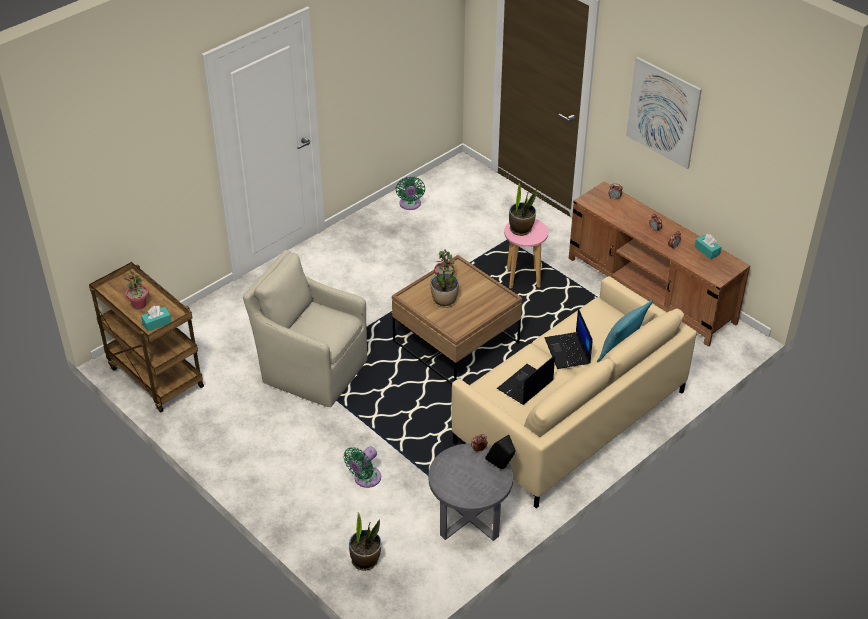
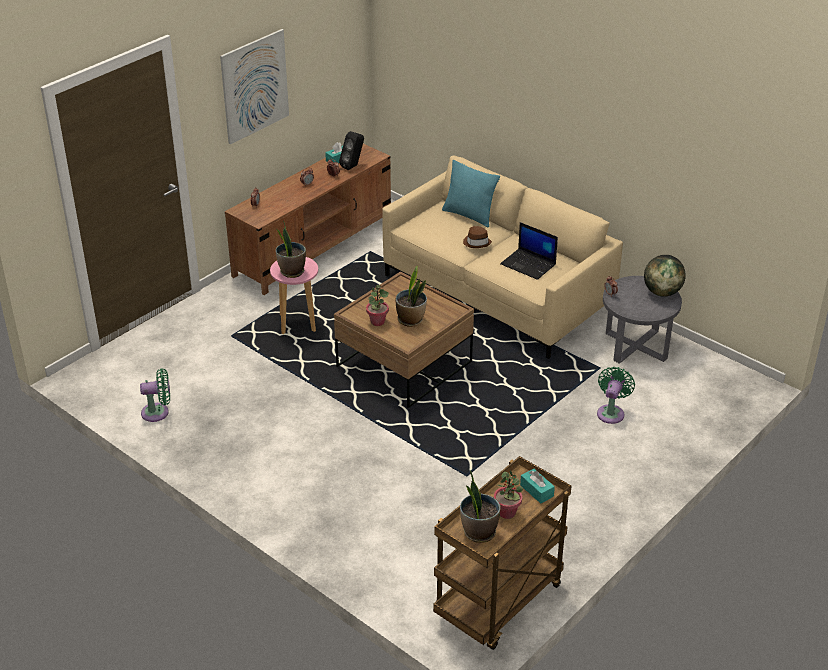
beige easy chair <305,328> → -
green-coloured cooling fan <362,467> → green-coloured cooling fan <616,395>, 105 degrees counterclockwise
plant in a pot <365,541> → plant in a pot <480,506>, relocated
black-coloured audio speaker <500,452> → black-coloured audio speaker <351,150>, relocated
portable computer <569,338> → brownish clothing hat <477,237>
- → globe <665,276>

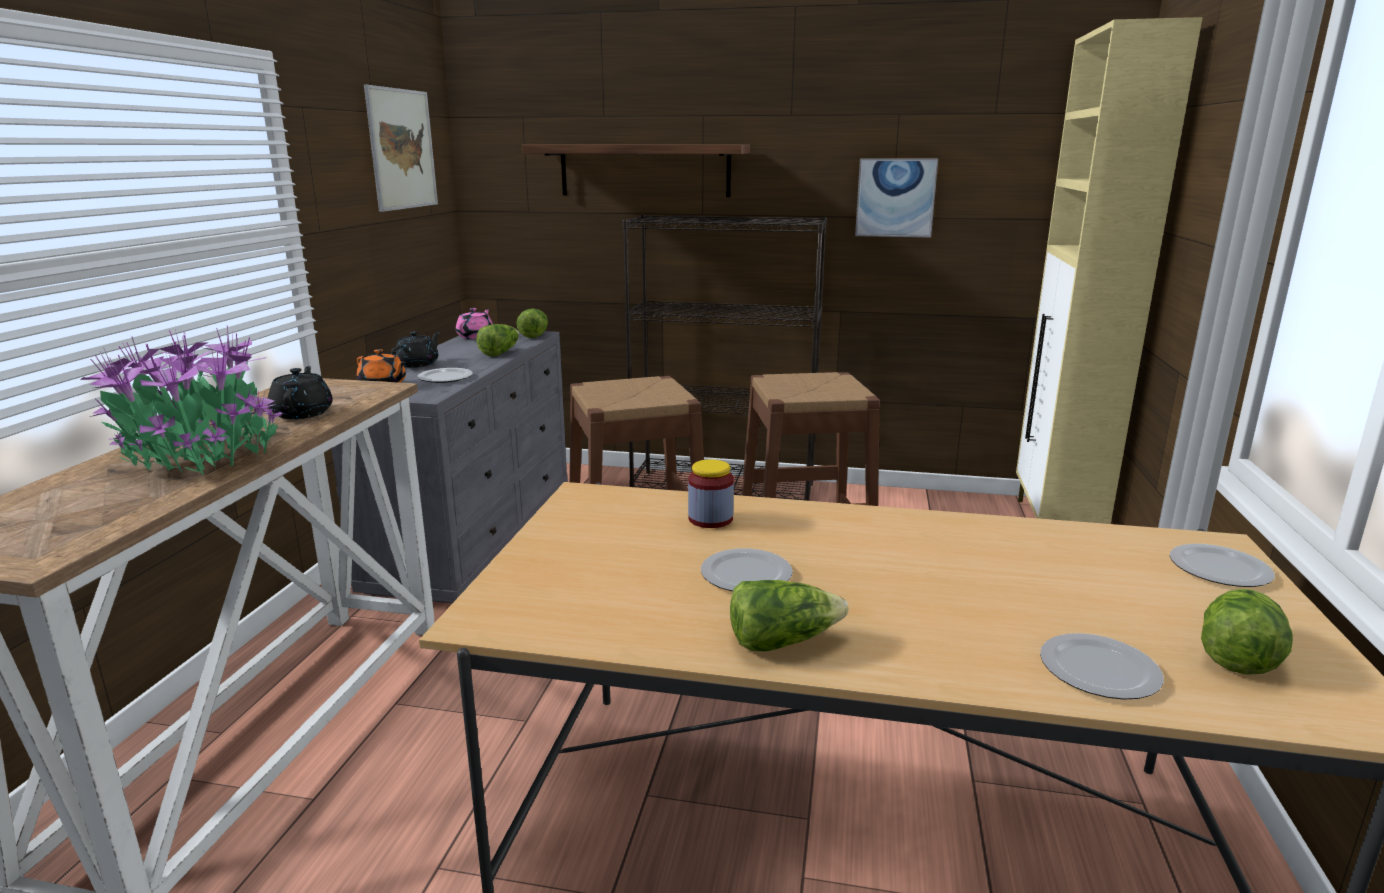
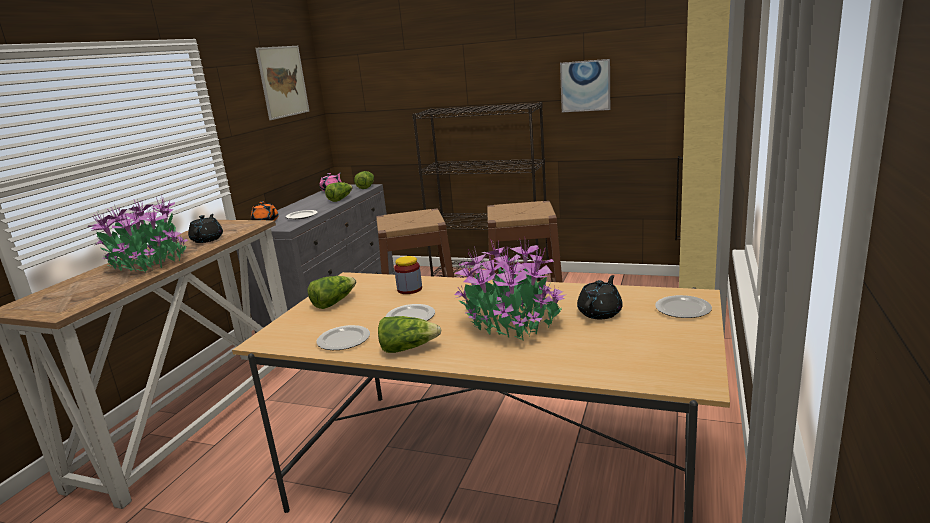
black-coloured tea pot <415,350> → black-coloured tea pot <600,297>, relocated
shelf <636,170> → -
dinner plate <1102,666> → dinner plate <343,337>, relocated
lettuce head <1247,632> → lettuce head <331,292>, relocated
- → plant in a pot <509,291>

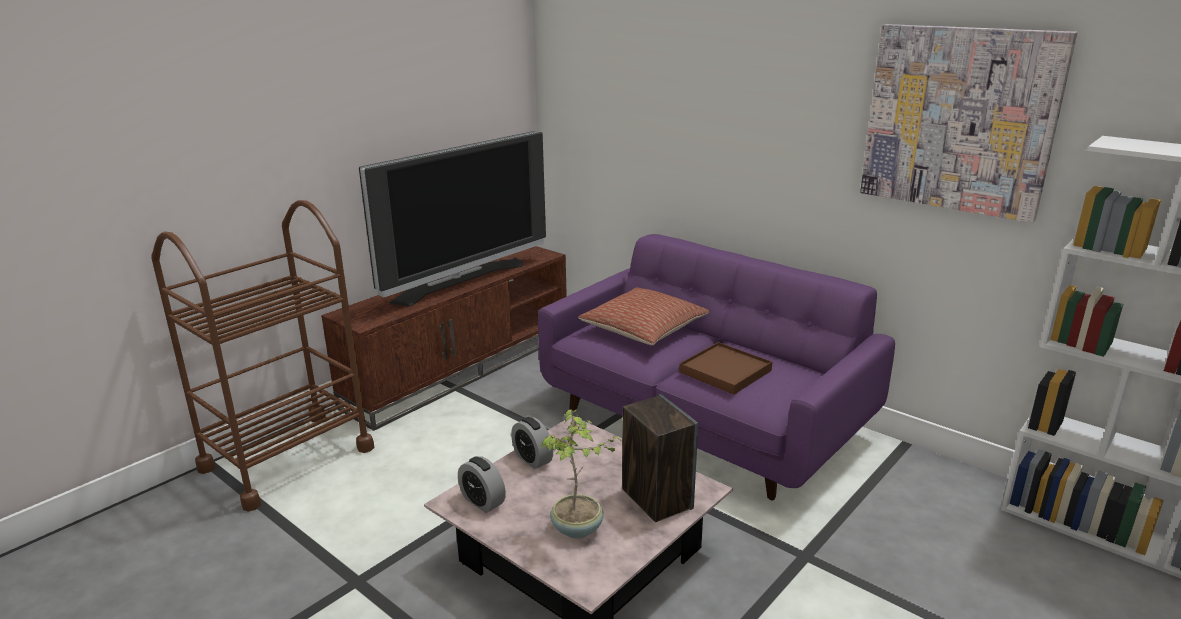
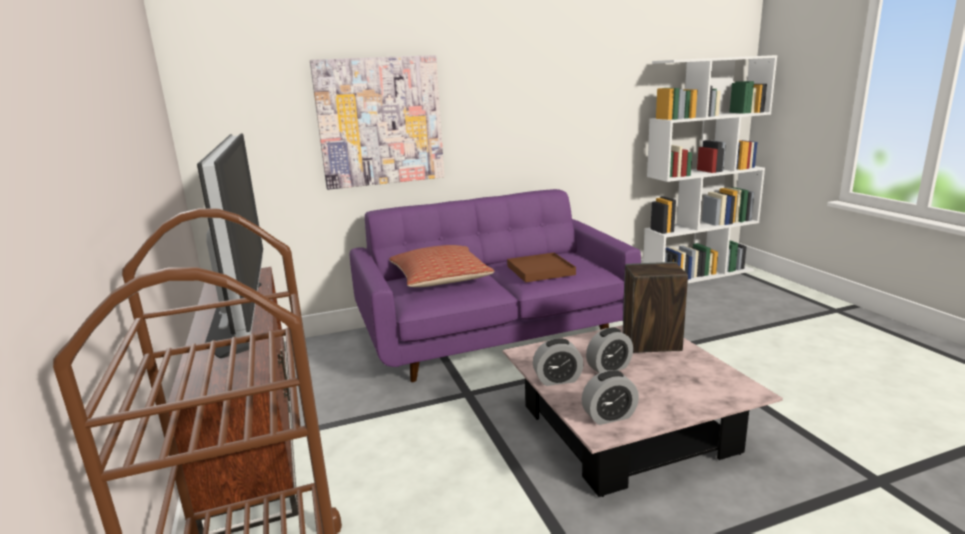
plant in a pot <580,473> → -
picture <968,123> → picture <377,122>, relocated
- → alarm clock <609,350>

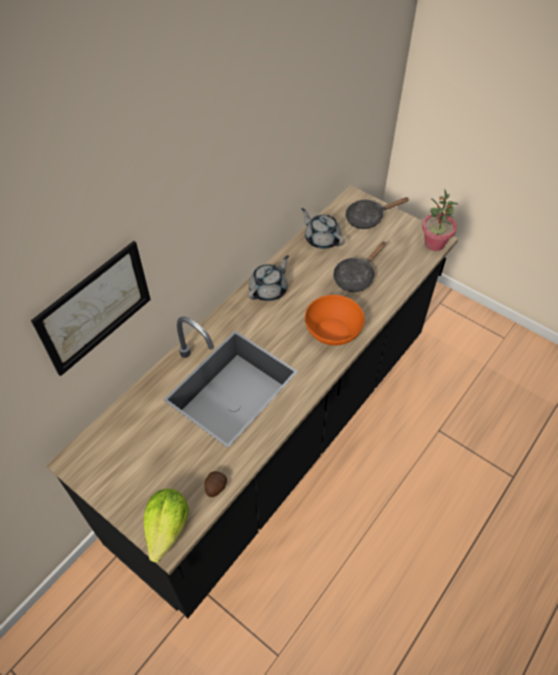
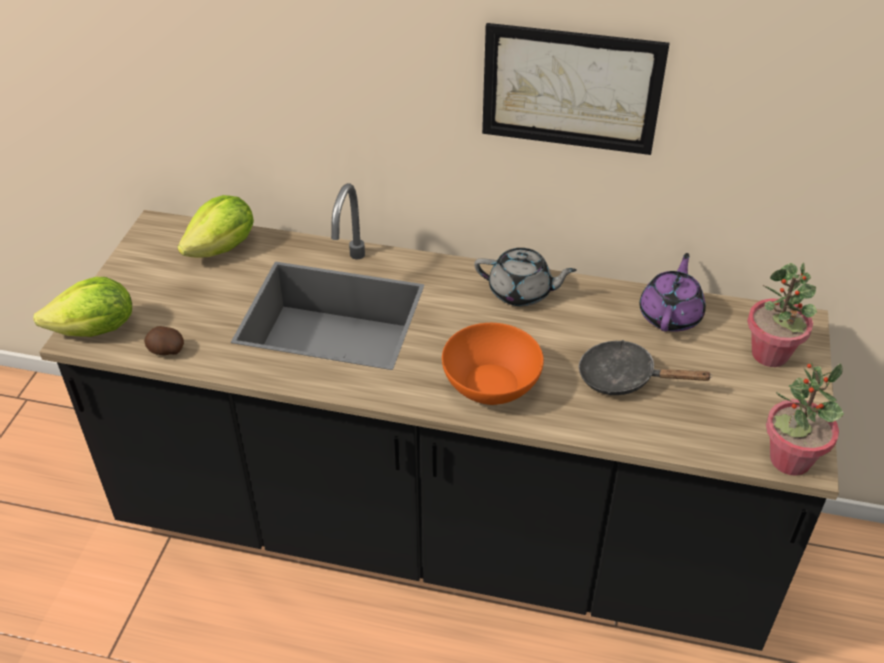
picture <91,308> → picture <576,89>, relocated
gray tea pot <323,228> → purple tea pot <673,292>
black-coloured skillet <377,213> → plant in a pot <782,314>
- → lettuce head <215,226>

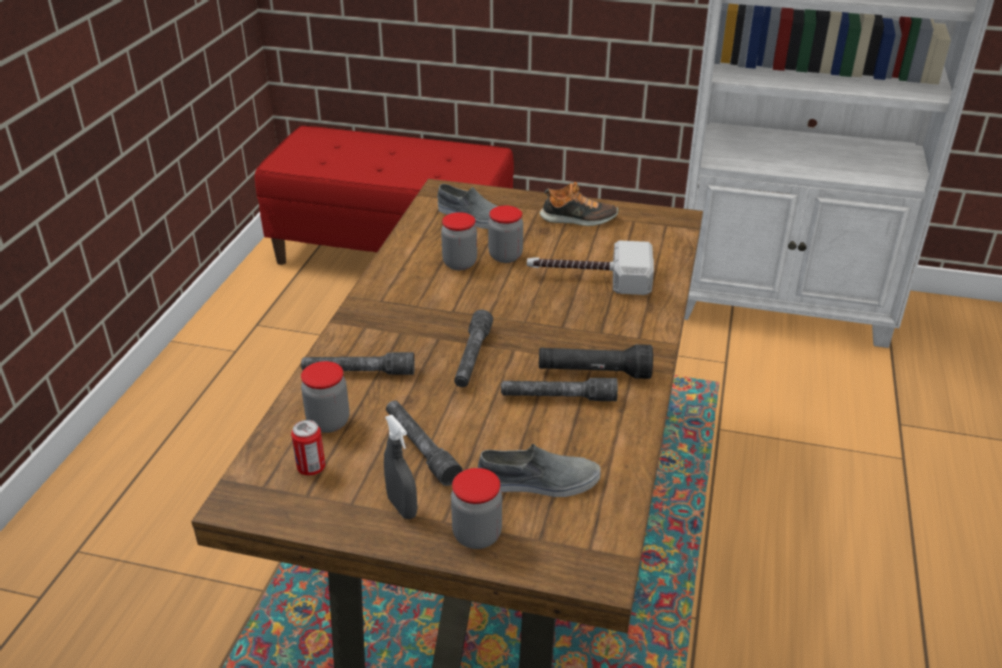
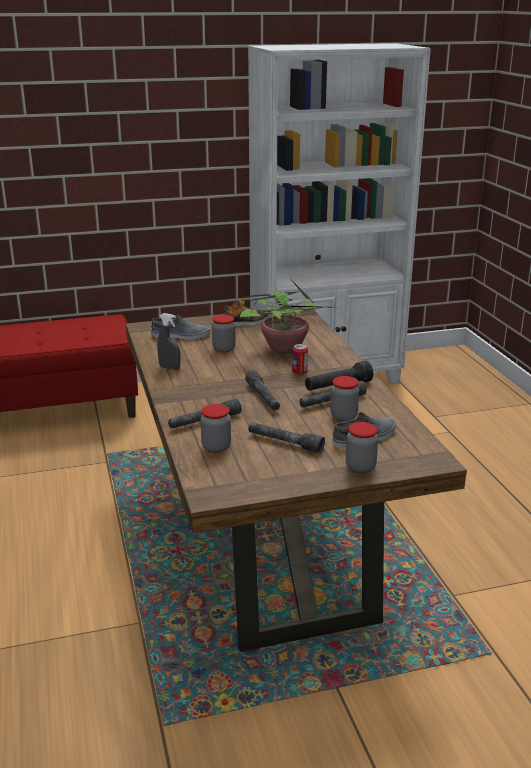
sealed can <308,448> → sealed can <300,359>, relocated
gray hand sprayer <401,467> → gray hand sprayer <169,341>, relocated
jar <459,241> → jar <344,399>, relocated
hammer <590,267> → plant in a pot <291,317>

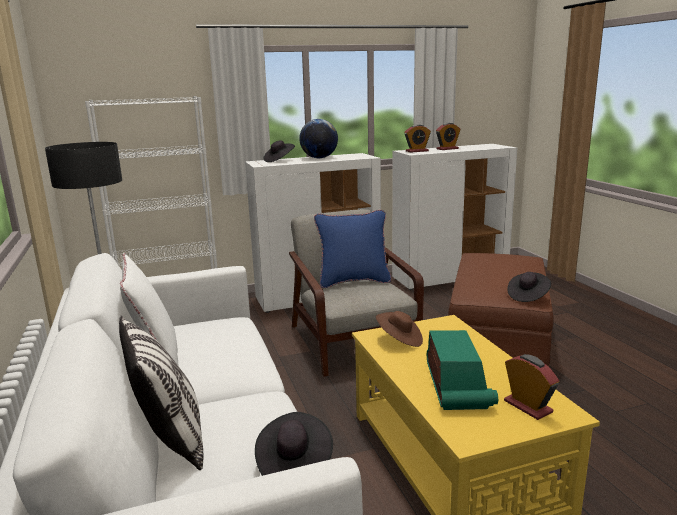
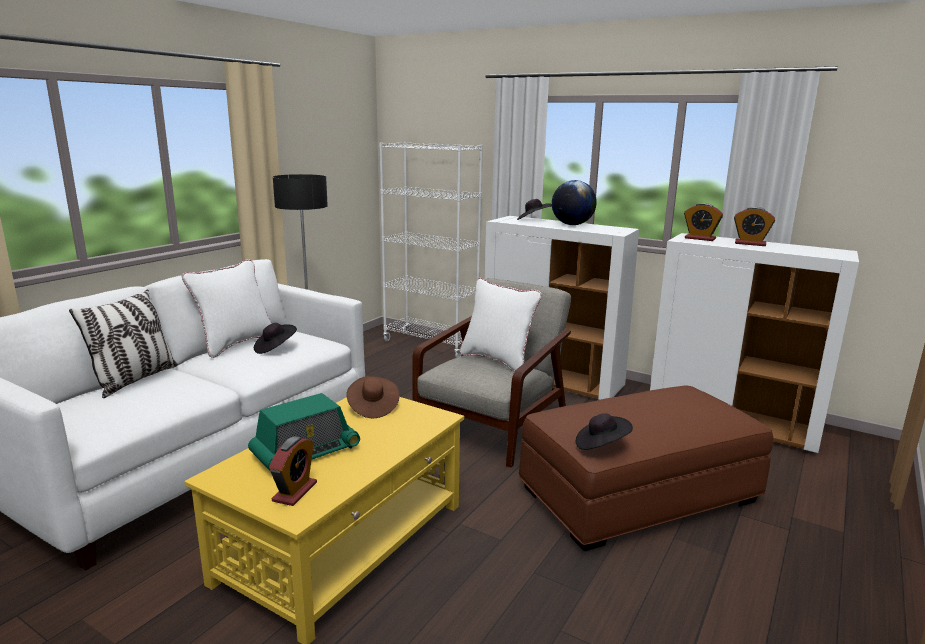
black-coloured clothing hat <294,444> → black-coloured clothing hat <275,338>, relocated
blue-coloured throw pillow <352,249> → white throw pillow <501,325>

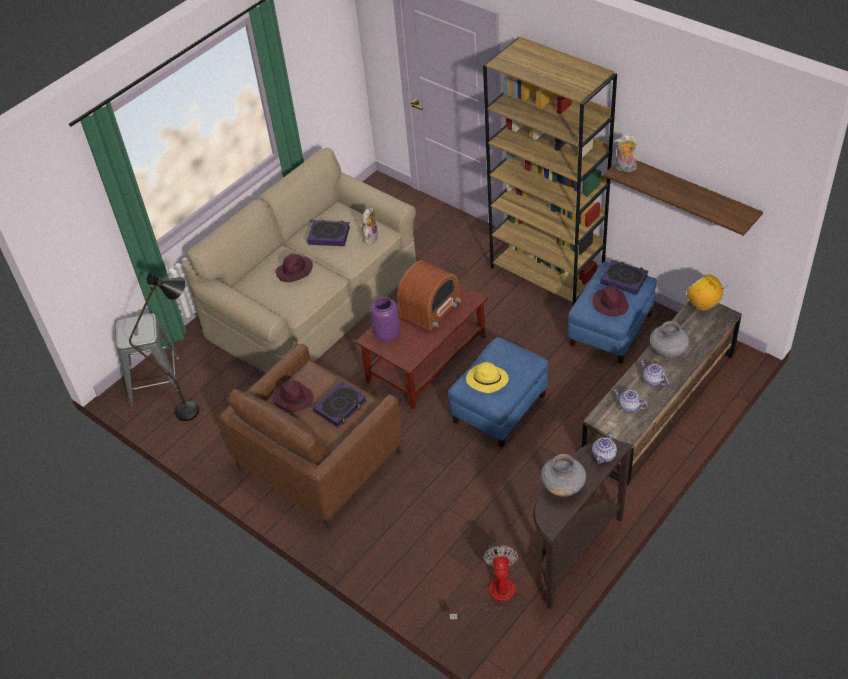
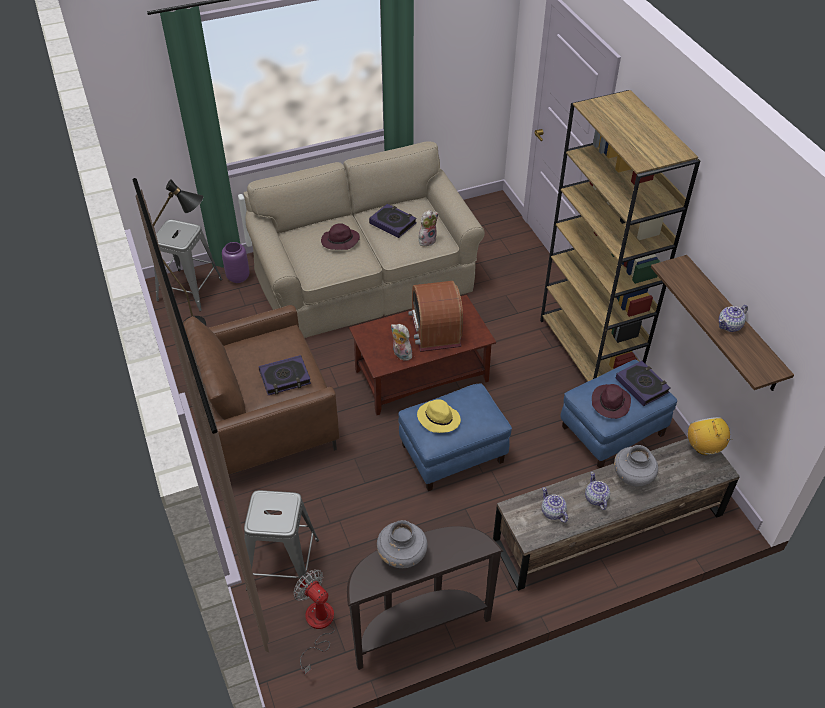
purple clothing hat <293,396> → -
purple flower vase <385,319> → purple flower vase <236,262>, relocated
radio <429,297> → radio <435,316>, 105 degrees clockwise
cooling fan <484,582> → cooling fan <313,622>, 75 degrees counterclockwise
tea pot <604,448> → tea pot <733,318>, relocated
soft toy <625,153> → soft toy <401,342>, relocated
- → gray stool seat <281,540>

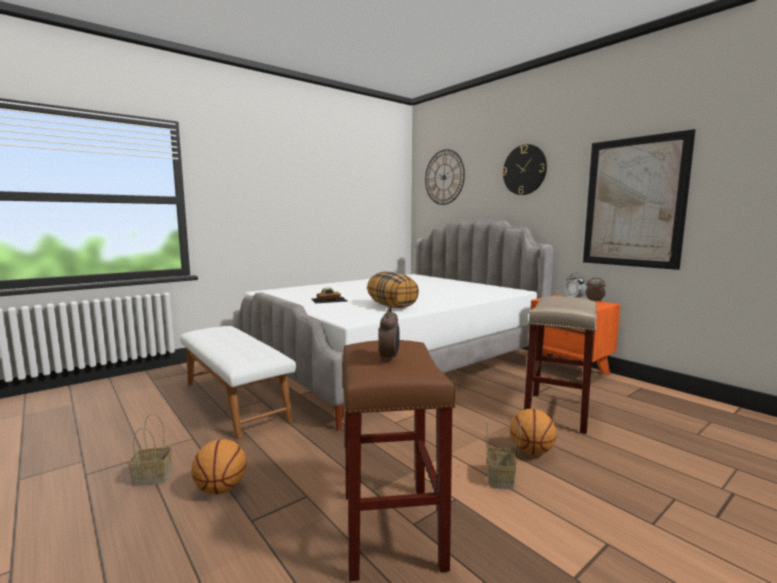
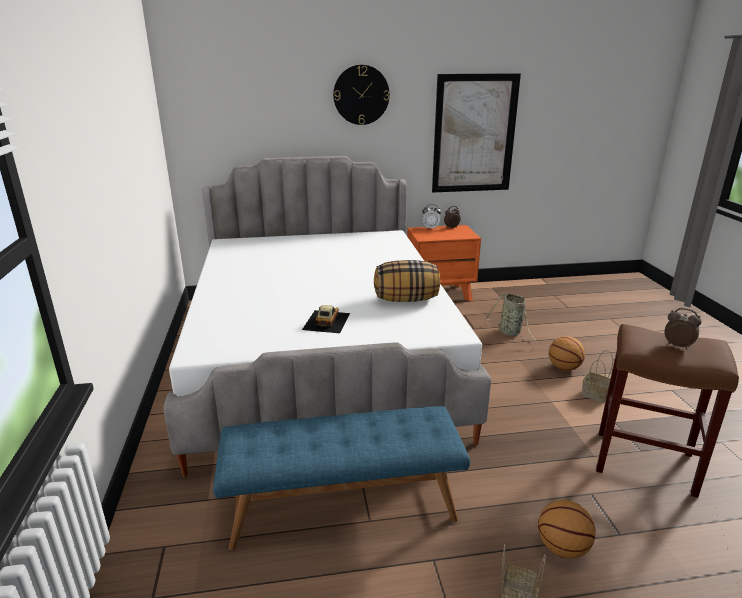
white indoor bench <238,382> → blue-coloured indoor bench <341,478>
wall clock <445,177> → -
beige stool seat <560,365> → household basket <511,318>

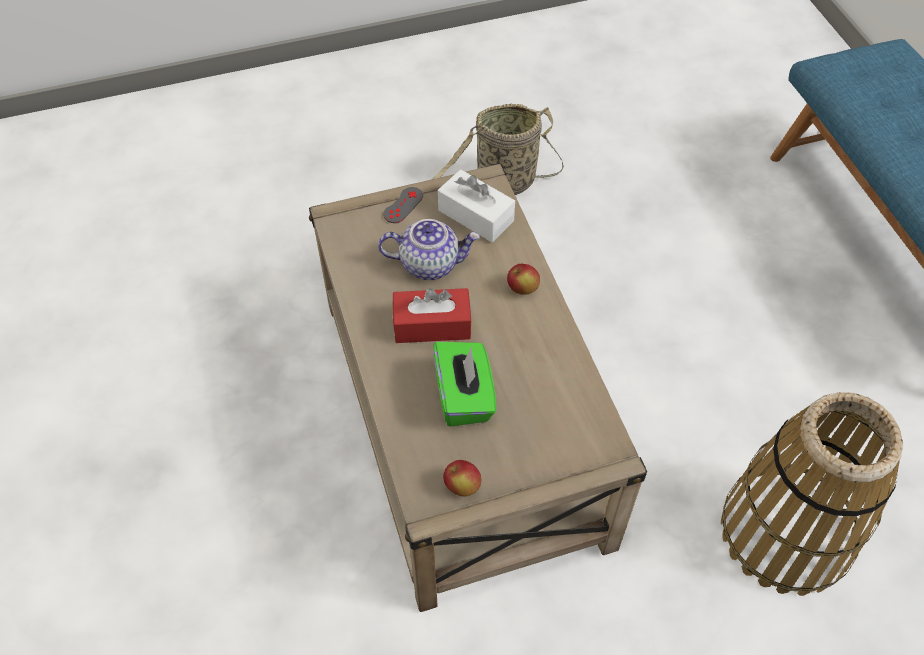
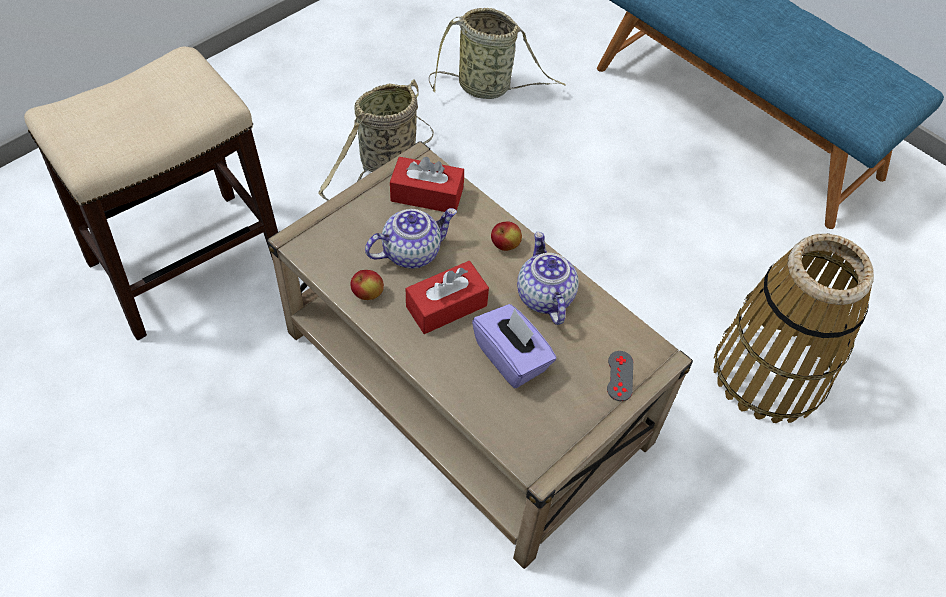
gray joypad <403,205> → gray joypad <620,376>, relocated
green-coloured tissue box <464,384> → purple tissue box <514,346>
white tissue box <476,205> → red-coloured tissue box <427,184>
whole apple <462,478> → whole apple <367,285>, relocated
- → stool seat <151,193>
- → household basket <497,53>
- → tea pot <548,278>

